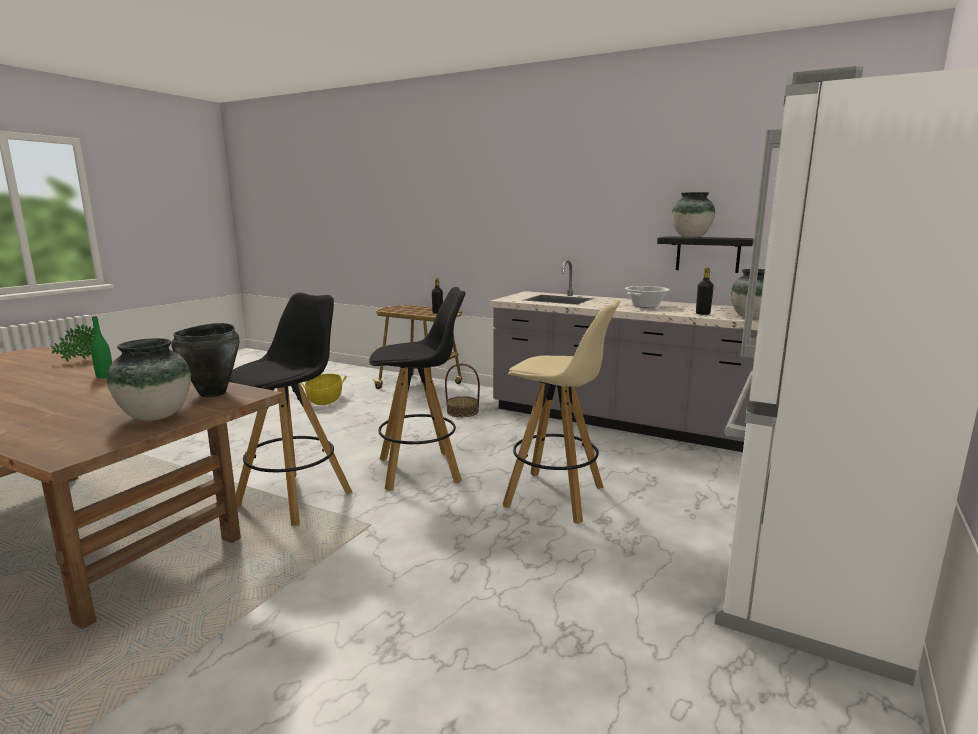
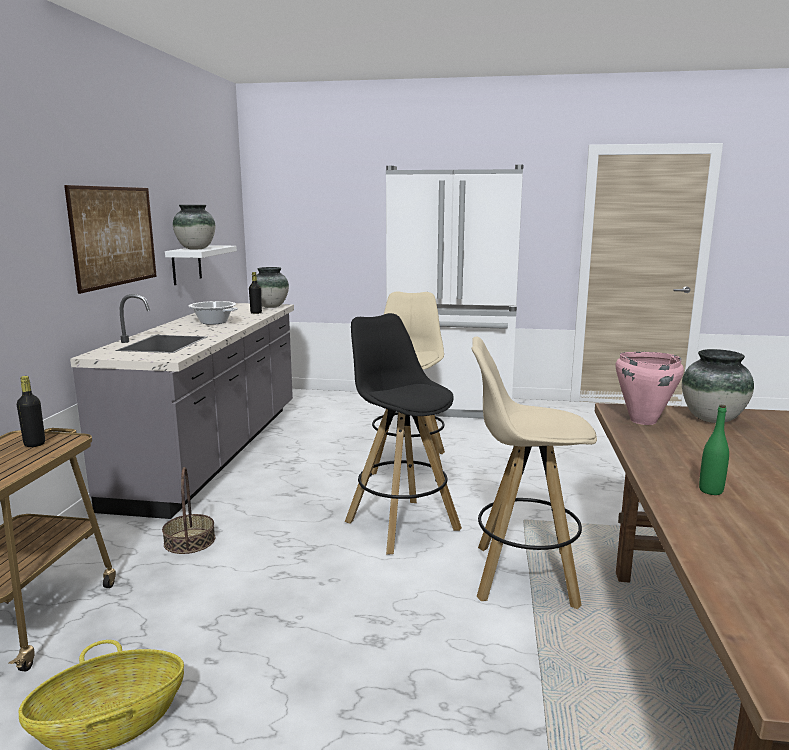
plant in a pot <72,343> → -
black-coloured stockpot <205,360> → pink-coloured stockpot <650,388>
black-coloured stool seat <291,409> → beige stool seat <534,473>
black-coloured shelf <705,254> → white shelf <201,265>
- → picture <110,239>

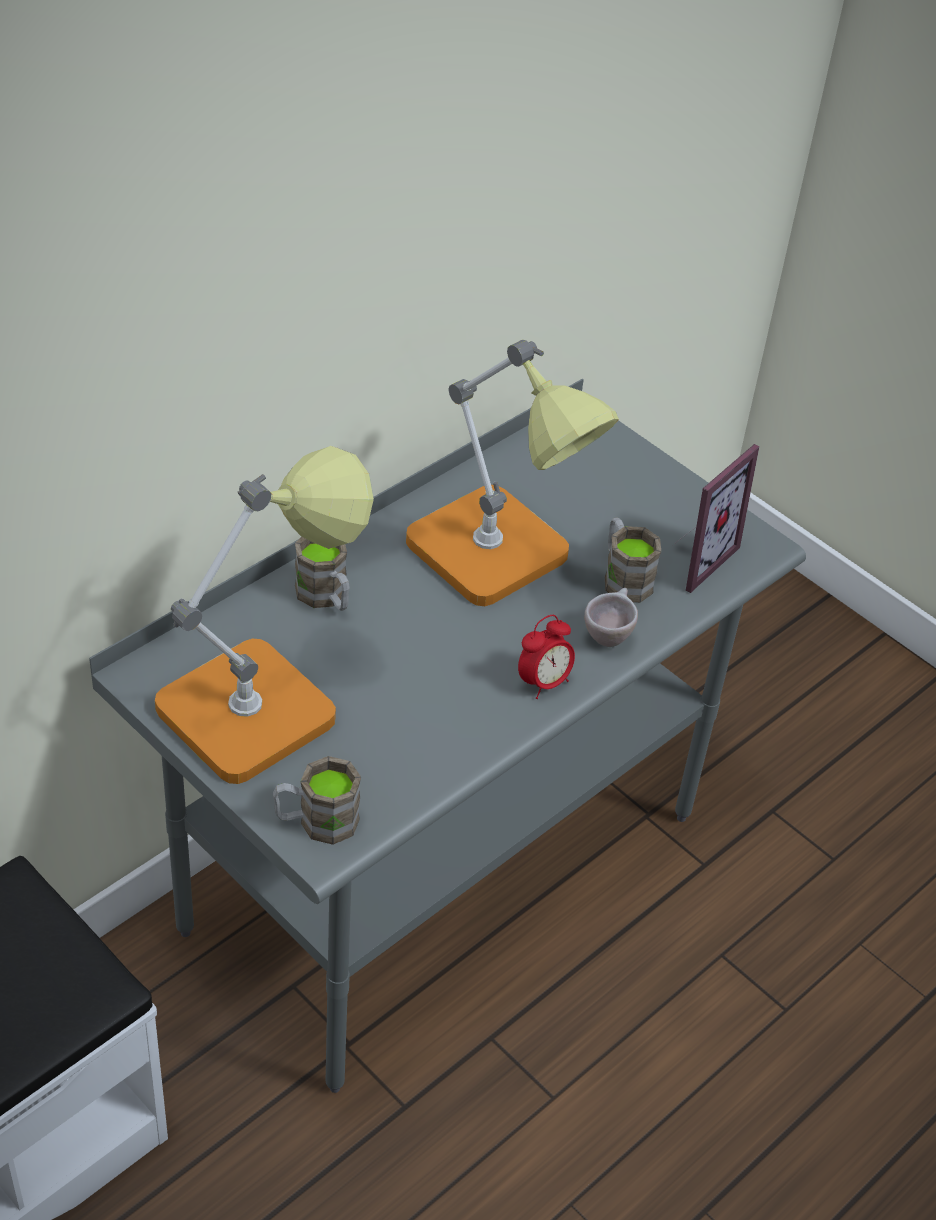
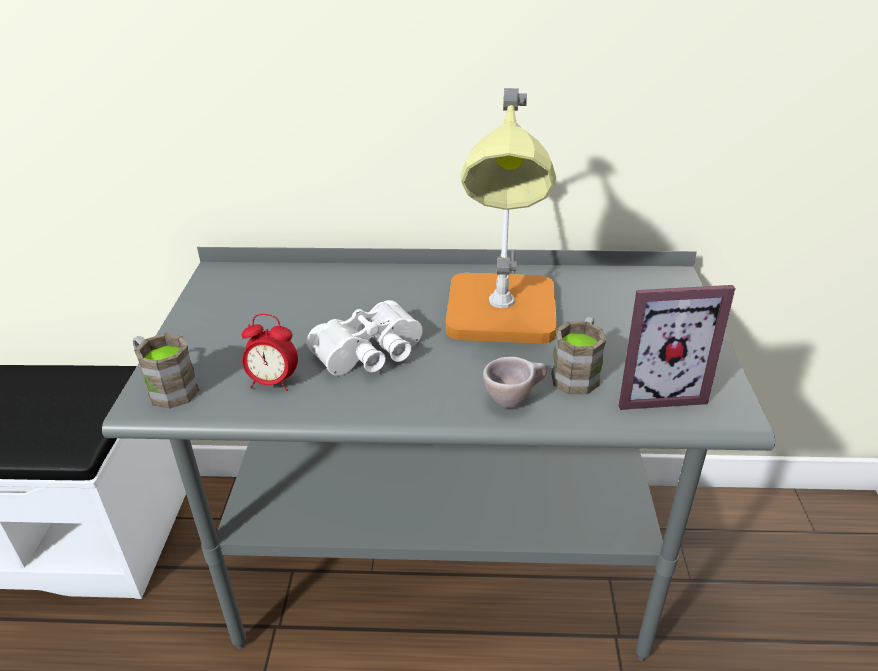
tabletop lamp <264,615> → -
brownish tea mug <322,574> → -
alarm clock <546,657> → alarm clock <270,352>, relocated
- → white binoculars <364,338>

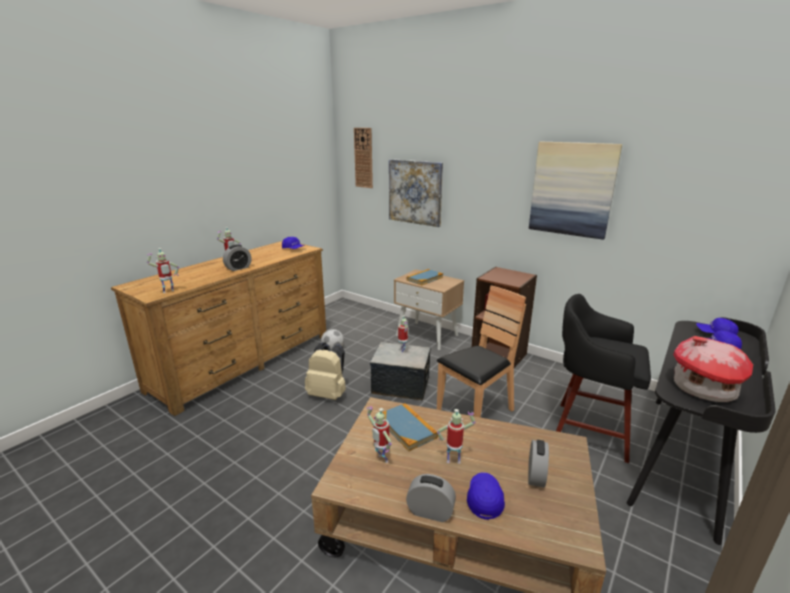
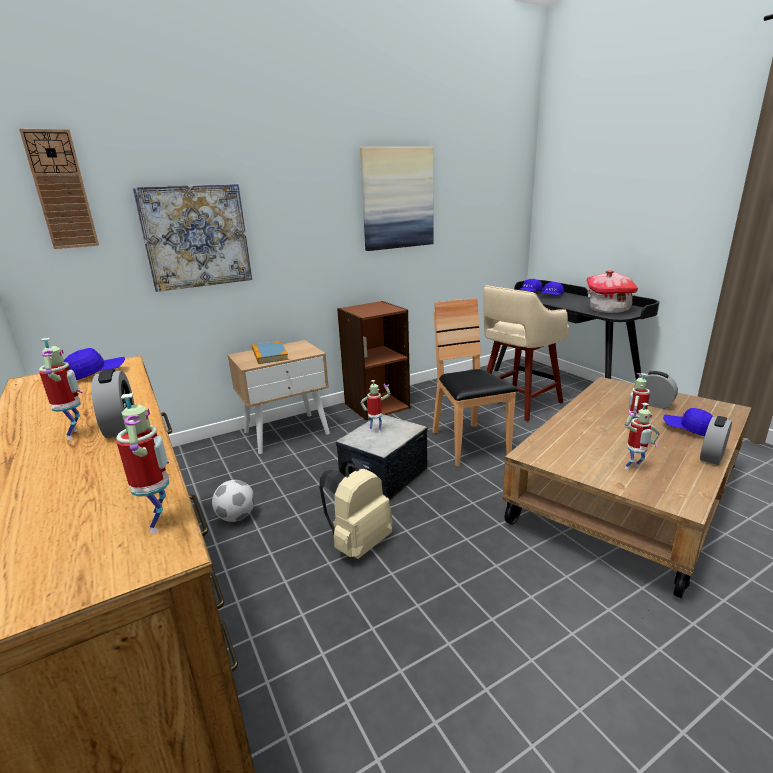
bound book <410,427> → -
black-coloured stool seat <603,378> → beige stool seat <526,353>

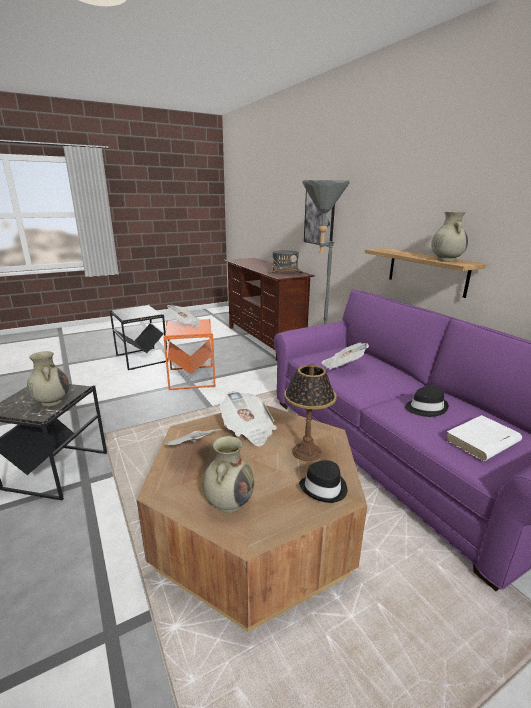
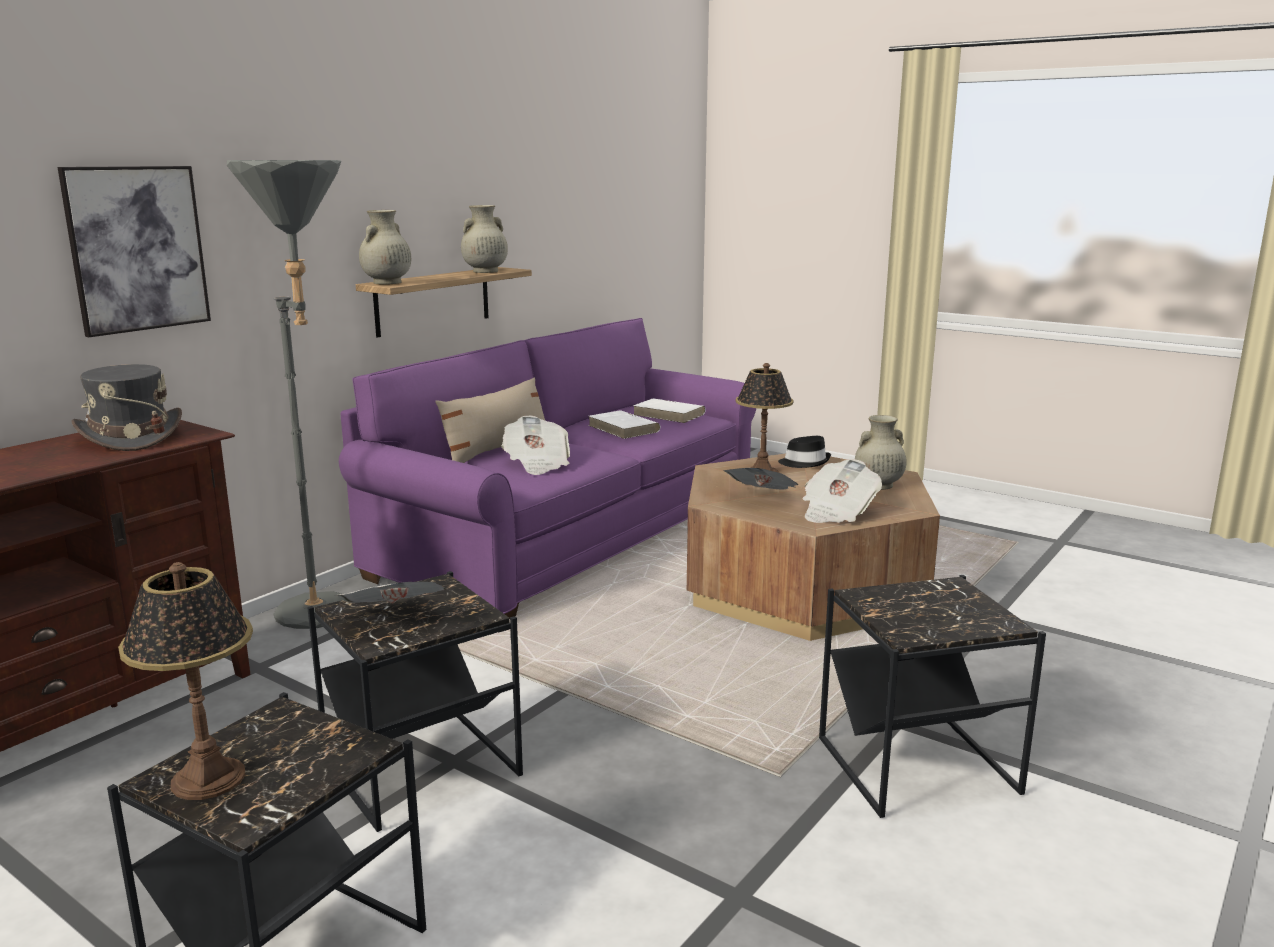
beige flower vase <48,378> → beige flower vase <385,247>, relocated
orange-coloured side table <189,354> → black-coloured side table <415,701>
black-coloured clothing hat <427,401> → white bound book <624,424>
- → tabletop lamp <185,681>
- → beige throw pillow <490,420>

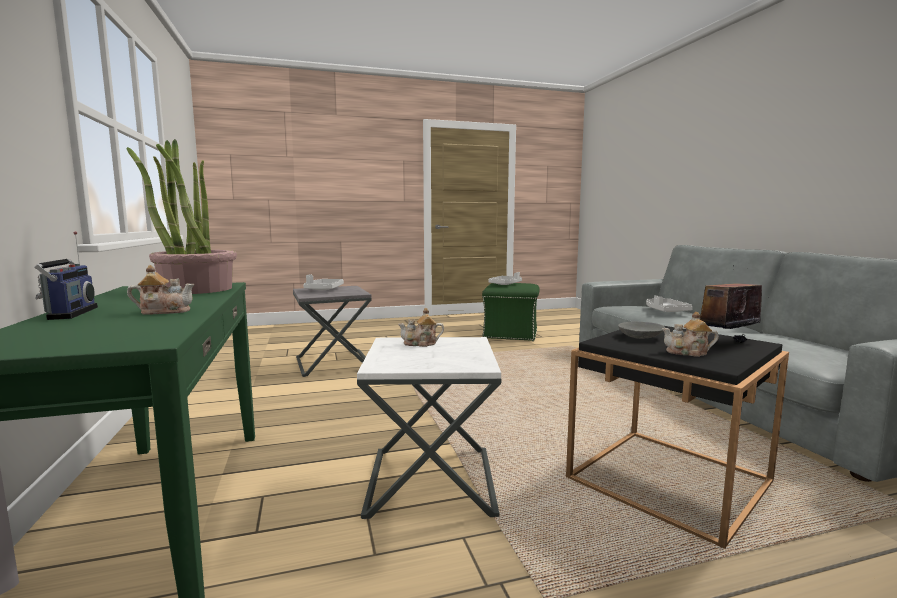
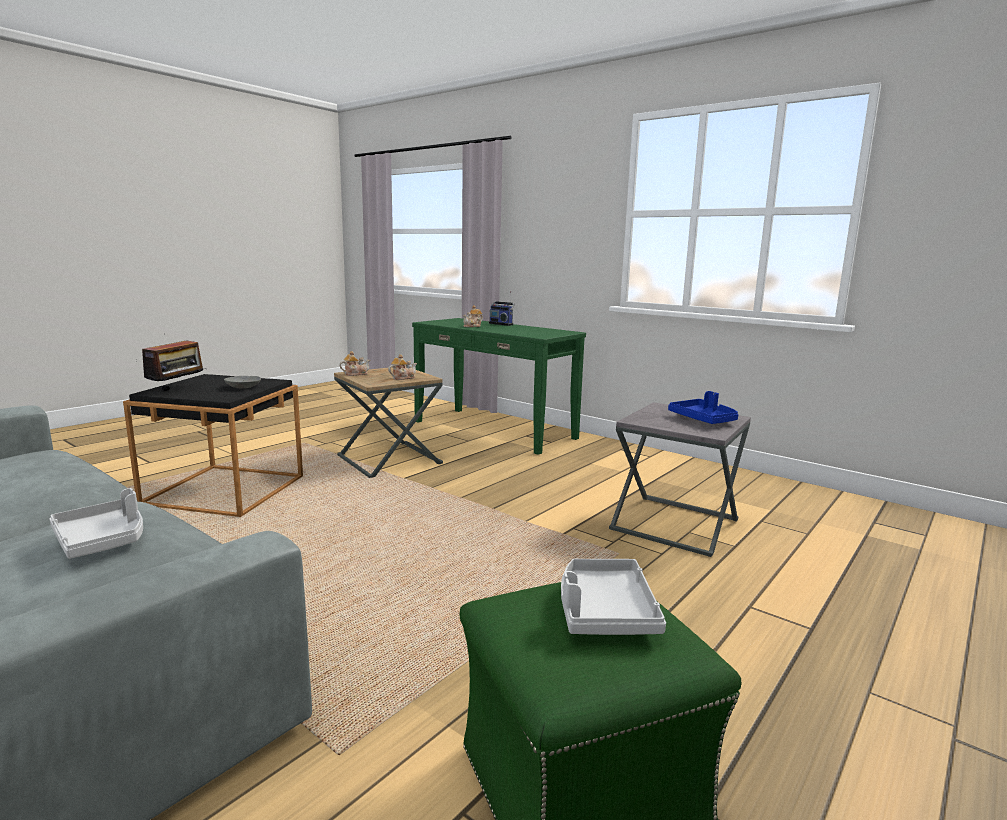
plant in a pot <181,216> → -
gray serving tray <323,282> → blue-coloured serving tray <703,407>
white side table <429,428> → brownish side table <388,422>
tea pot <690,334> → tea pot <355,363>, relocated

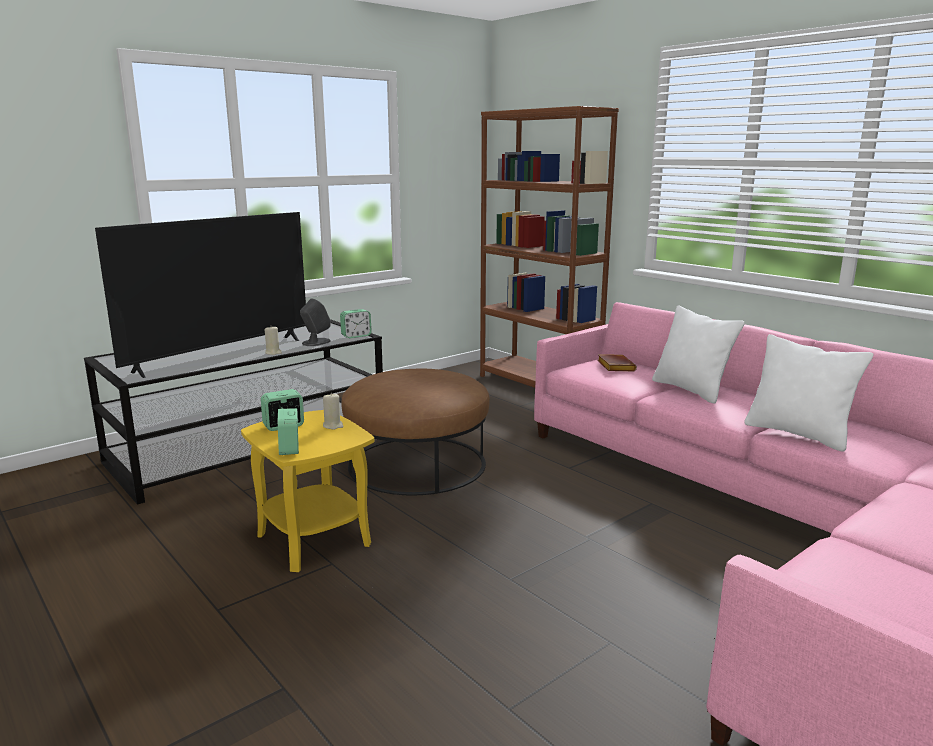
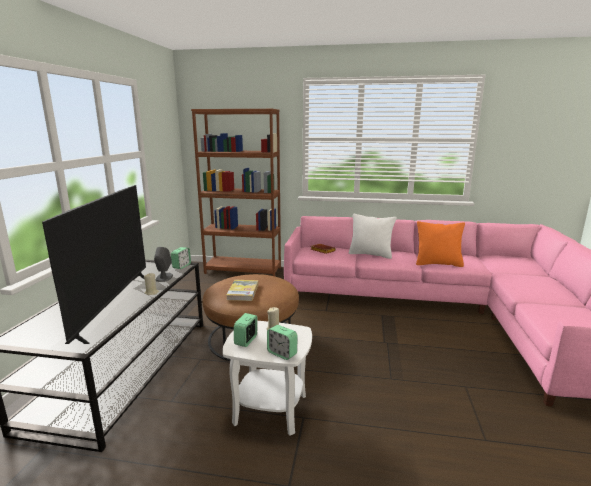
yellow side table <307,491> → white side table <267,378>
white throw pillow <809,393> → orange-coloured throw pillow <440,244>
- → bound book <242,290>

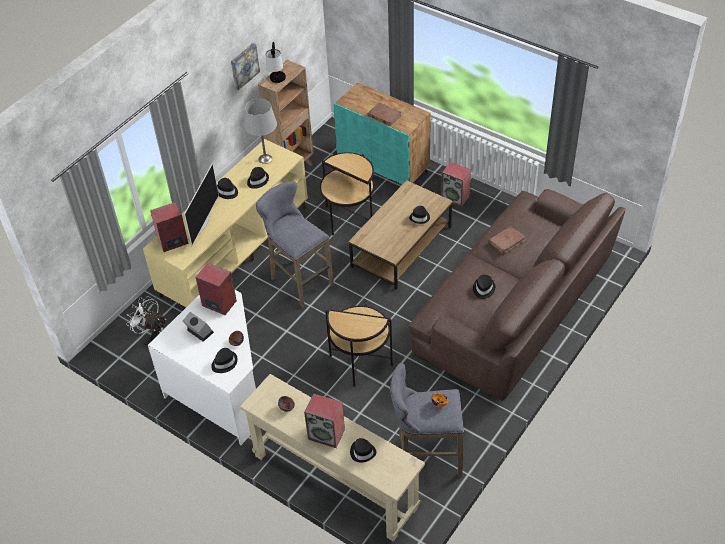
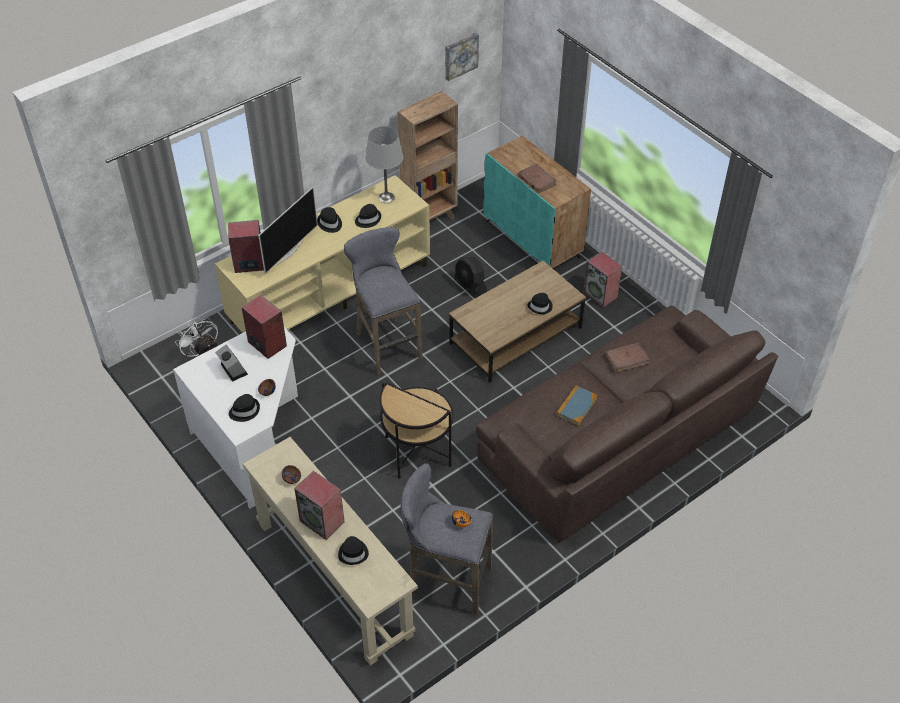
picture <245,66> → picture <462,56>, relocated
tabletop lamp <276,62> → -
side table <347,193> → black-coloured cooling fan <470,277>
black-coloured clothing hat <484,287> → bound book <577,406>

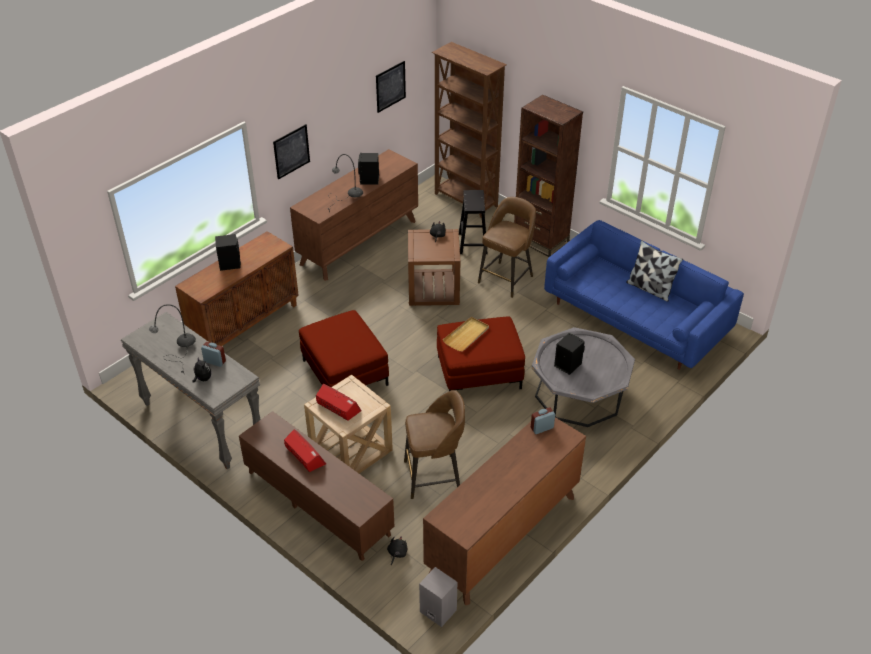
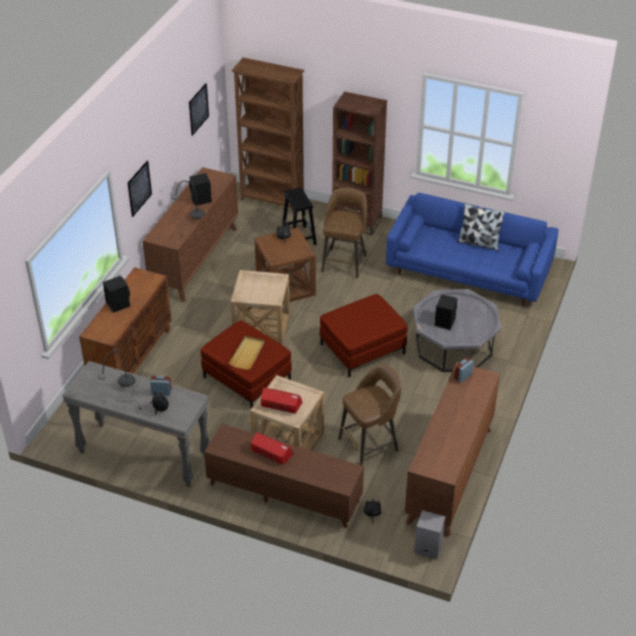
beige serving tray <466,334> → beige serving tray <246,353>, relocated
- → beige side table <260,307>

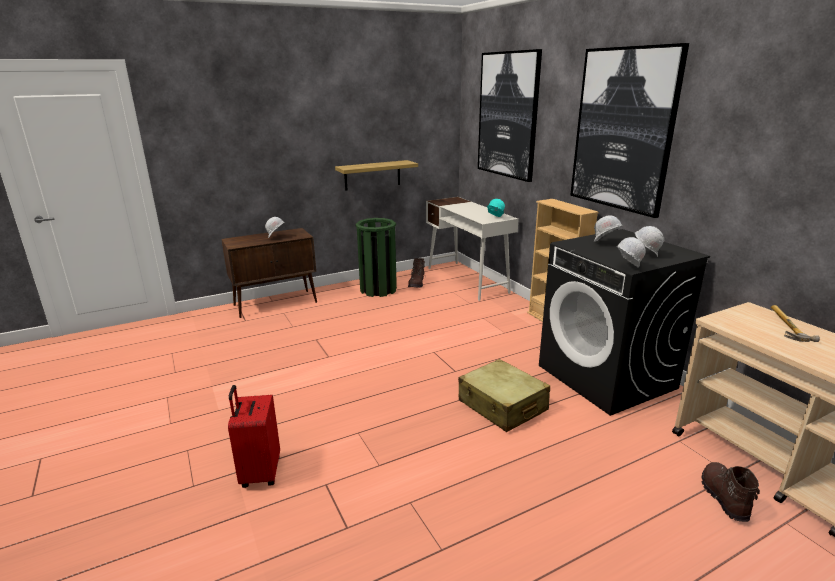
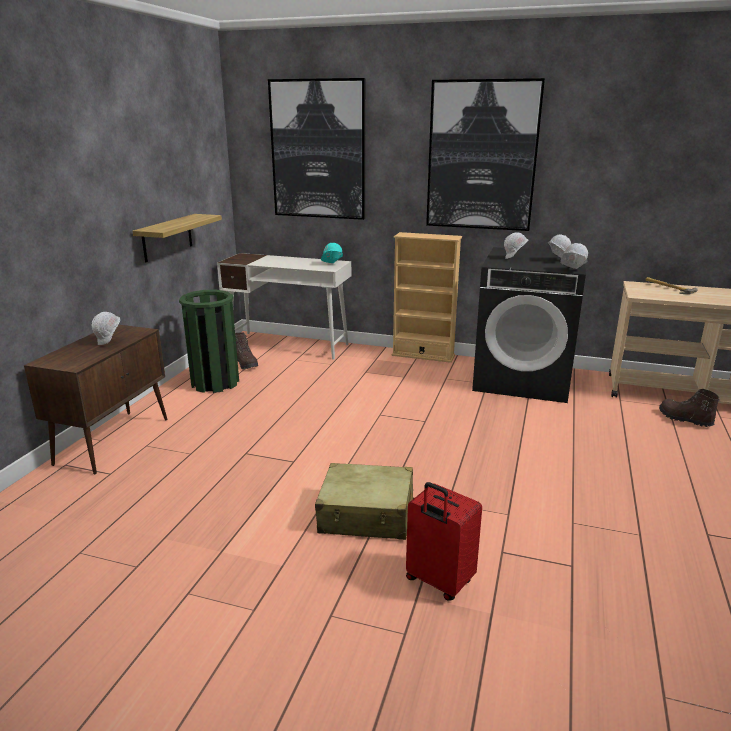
beige piece of luggage <504,395> → beige piece of luggage <364,501>, relocated

